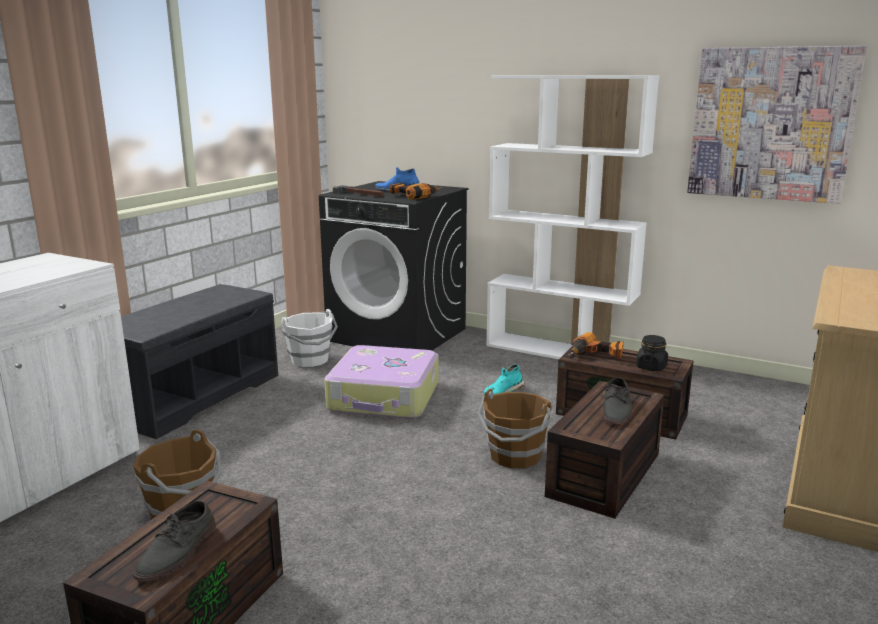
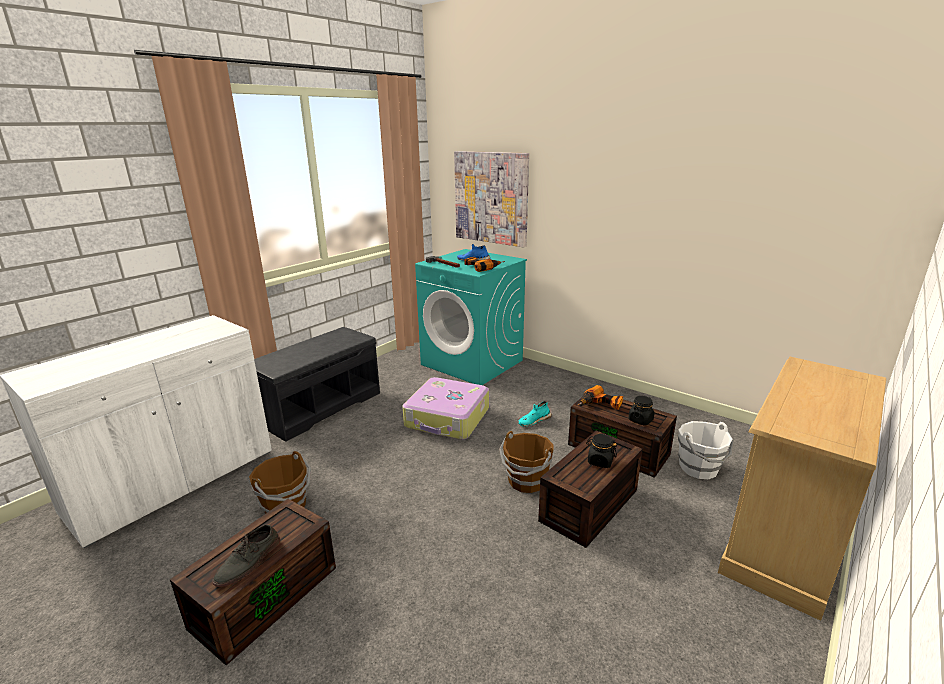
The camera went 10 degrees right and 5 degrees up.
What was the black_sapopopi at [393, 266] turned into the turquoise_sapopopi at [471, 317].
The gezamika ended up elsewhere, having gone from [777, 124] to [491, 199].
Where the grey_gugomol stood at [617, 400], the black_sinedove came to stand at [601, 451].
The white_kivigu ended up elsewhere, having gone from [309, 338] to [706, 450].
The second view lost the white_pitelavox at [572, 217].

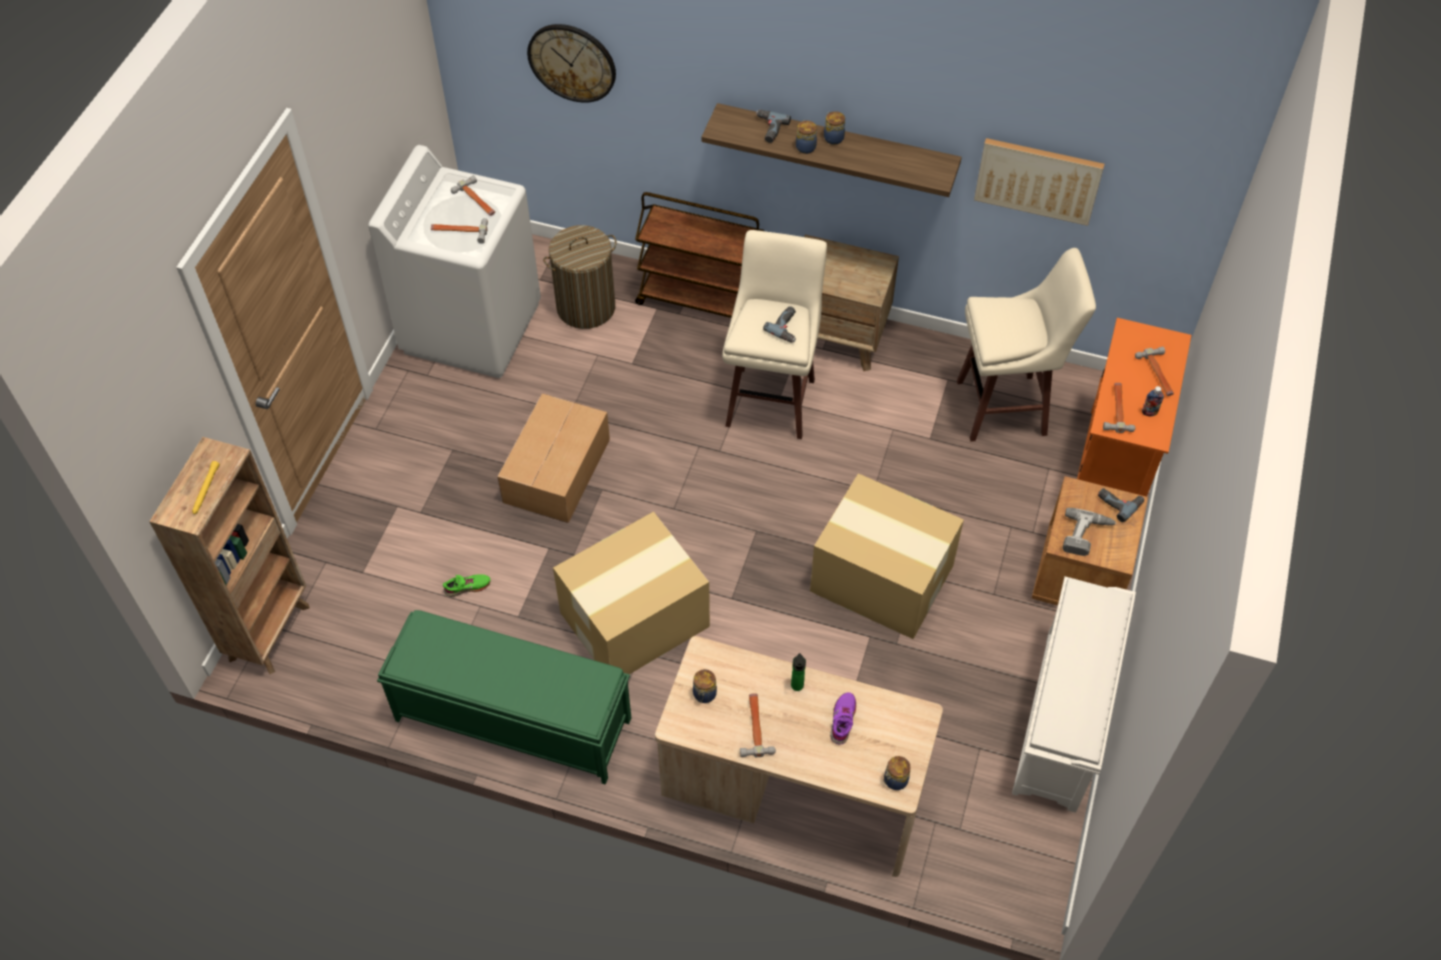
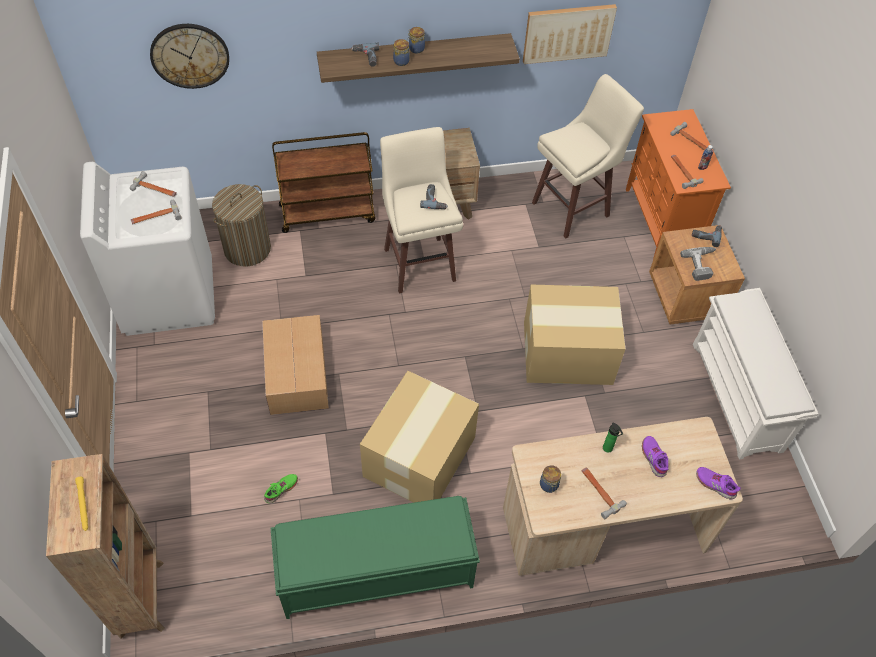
The camera went 30 degrees left and 0 degrees up.
Where the sinedove stood at [897, 773], the purple_gugomol came to stand at [718, 483].

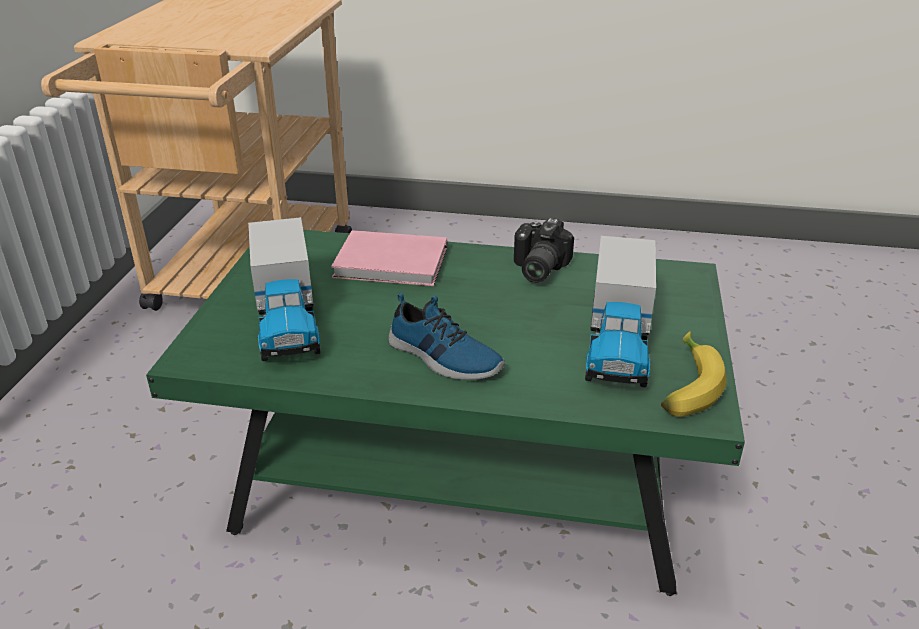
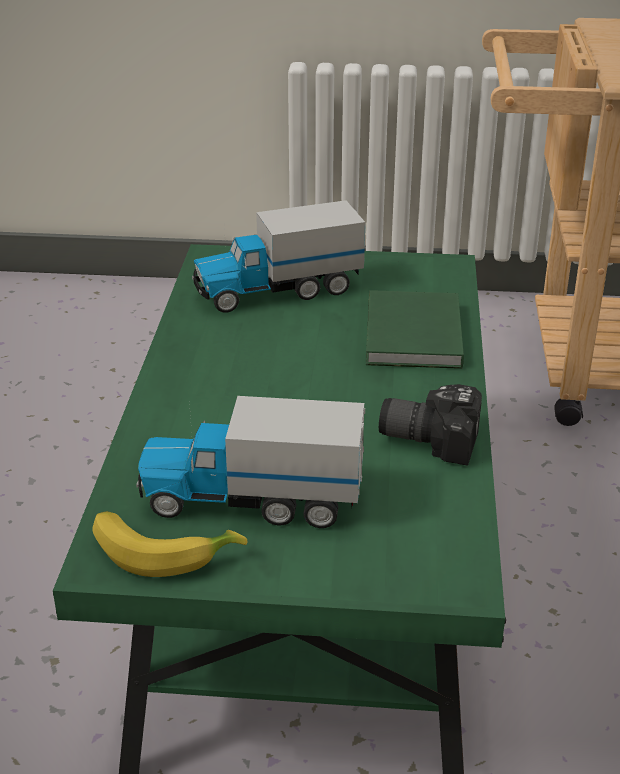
The camera went 85 degrees right and 0 degrees up.
What was the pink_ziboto at [389, 258] turned into the green_ziboto at [415, 329].
The second view lost the gugomol at [447, 336].

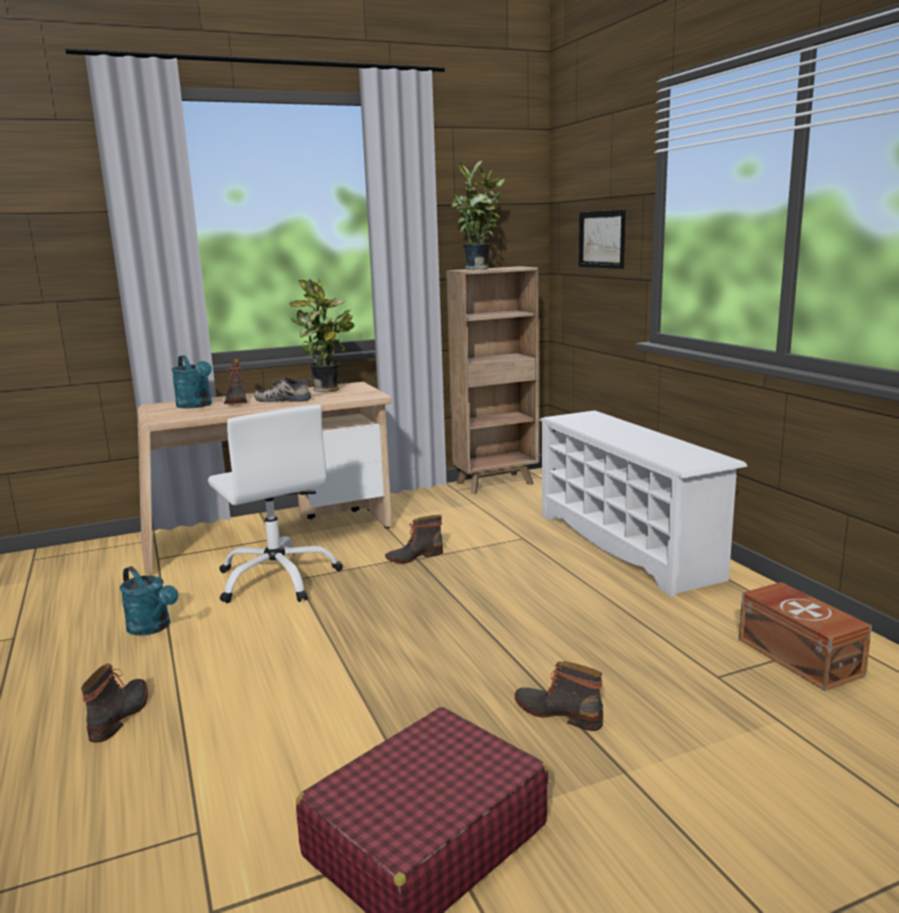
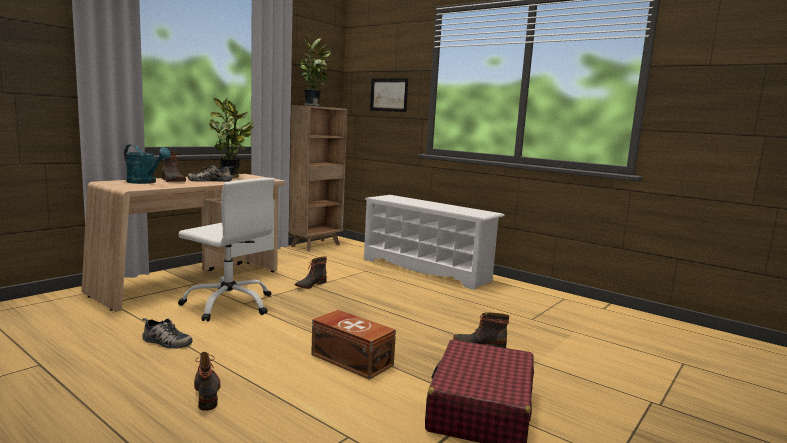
The camera went 30 degrees left and 5 degrees down.
Where the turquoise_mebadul stood at [149, 601], the gugomol came to stand at [167, 333].
The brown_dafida ended up elsewhere, having gone from [805, 636] to [353, 345].

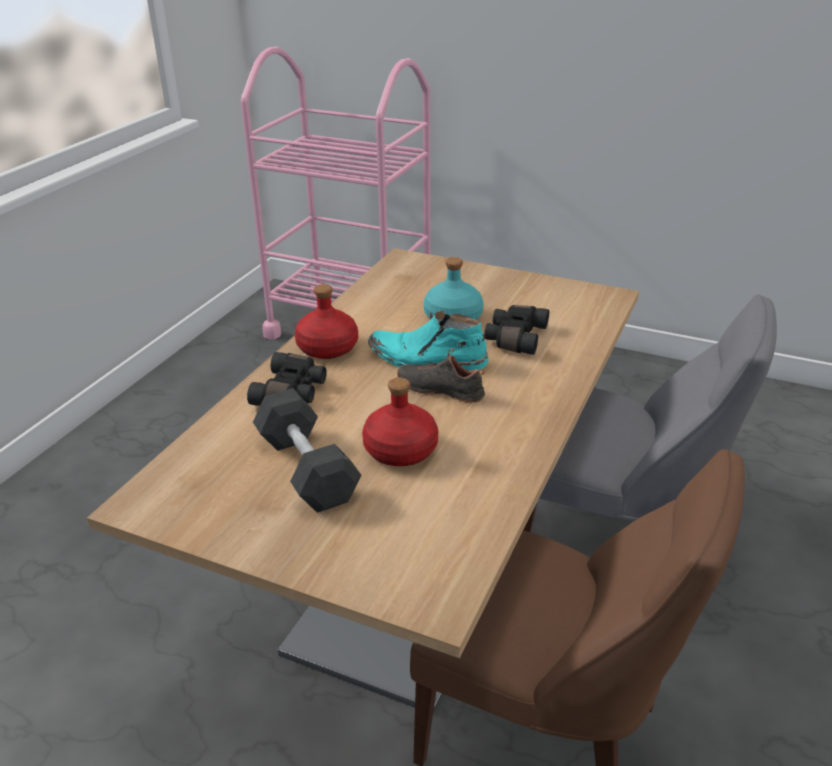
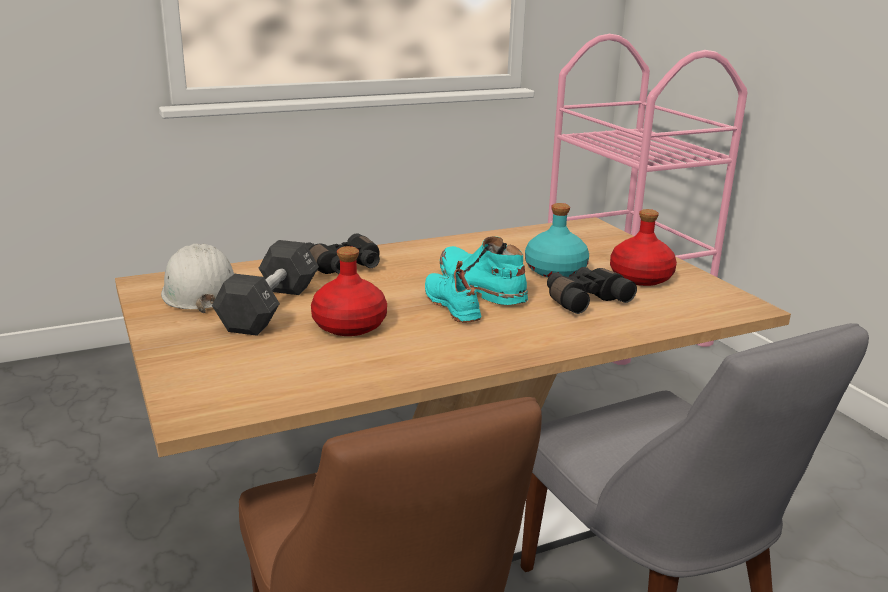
The camera went 40 degrees right and 10 degrees down.
The second view gained the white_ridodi at [197, 278].
What was the black_gugomol at [441, 376] turned into the turquoise_gugomol at [453, 292].
The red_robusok ended up elsewhere, having gone from [326, 321] to [643, 247].

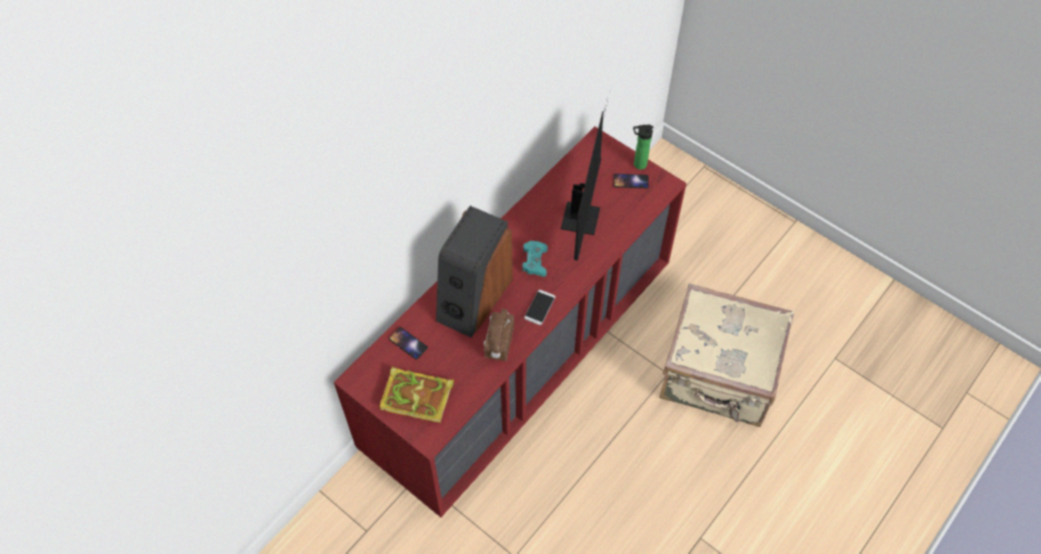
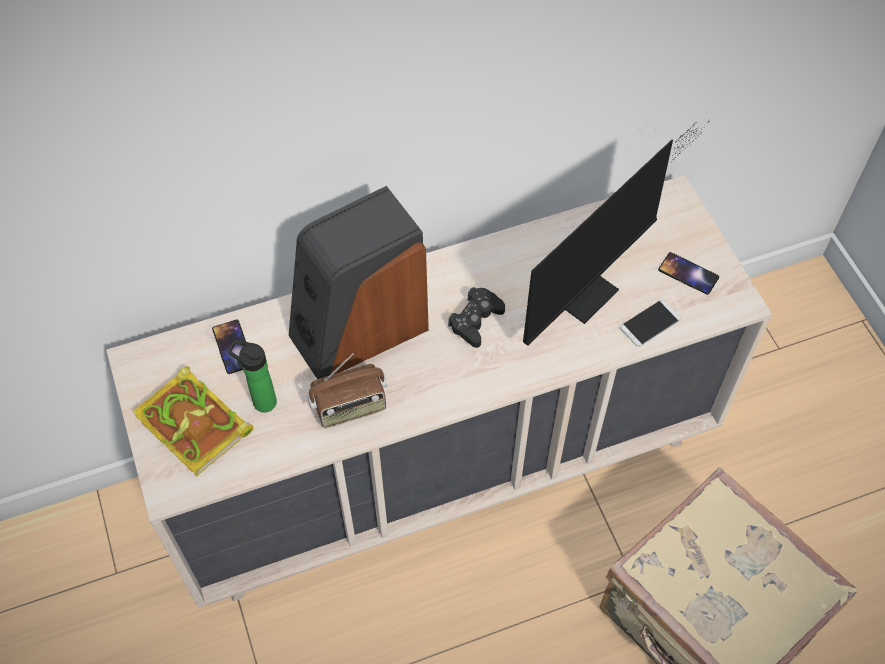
The camera went 30 degrees right and 0 degrees up.
What was the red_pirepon at [510, 322] turned into the beige_pirepon at [439, 391].
The robusok ended up elsewhere, having gone from [643, 147] to [252, 376].
The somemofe at [499, 335] ended up facing another way, 150 degrees counterclockwise from before.
What was the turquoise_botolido at [535, 259] turned into the black_botolido at [476, 317].
The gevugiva ended up elsewhere, having gone from [539, 307] to [650, 323].

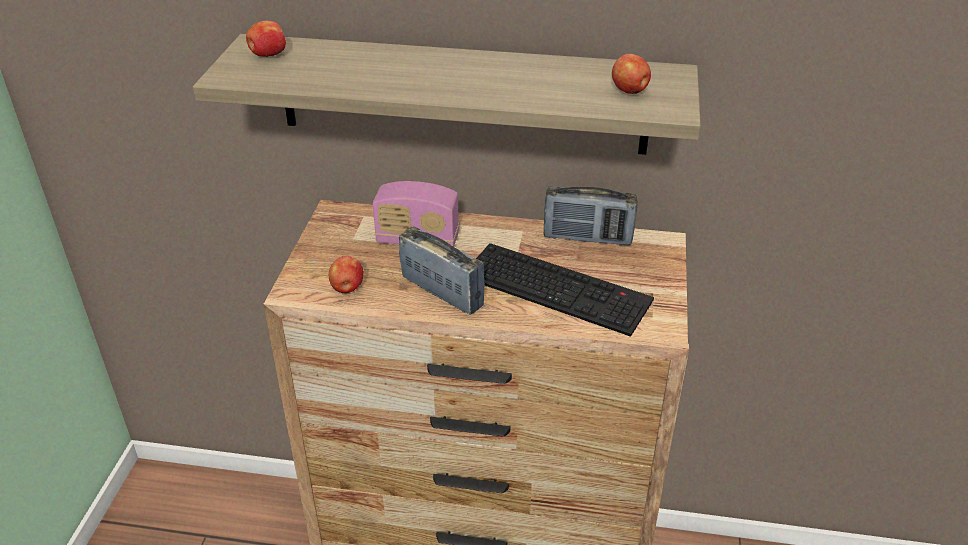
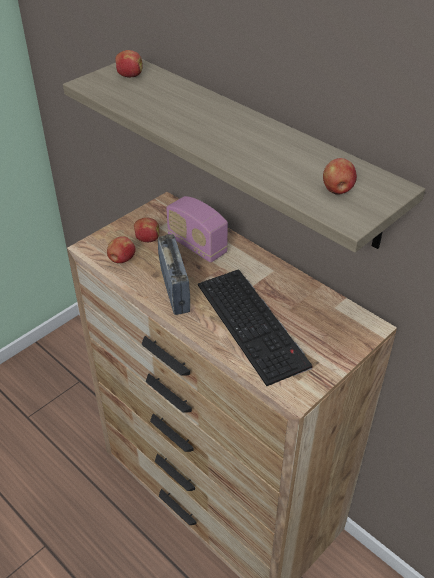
The camera went 35 degrees right and 5 degrees up.
The second view gained the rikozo at [146, 229].
The second view lost the somemofe at [591, 215].

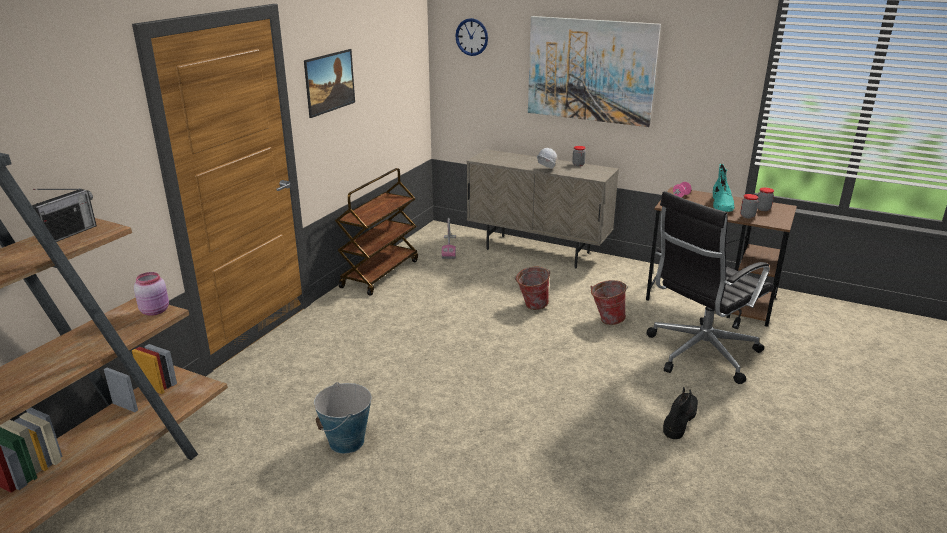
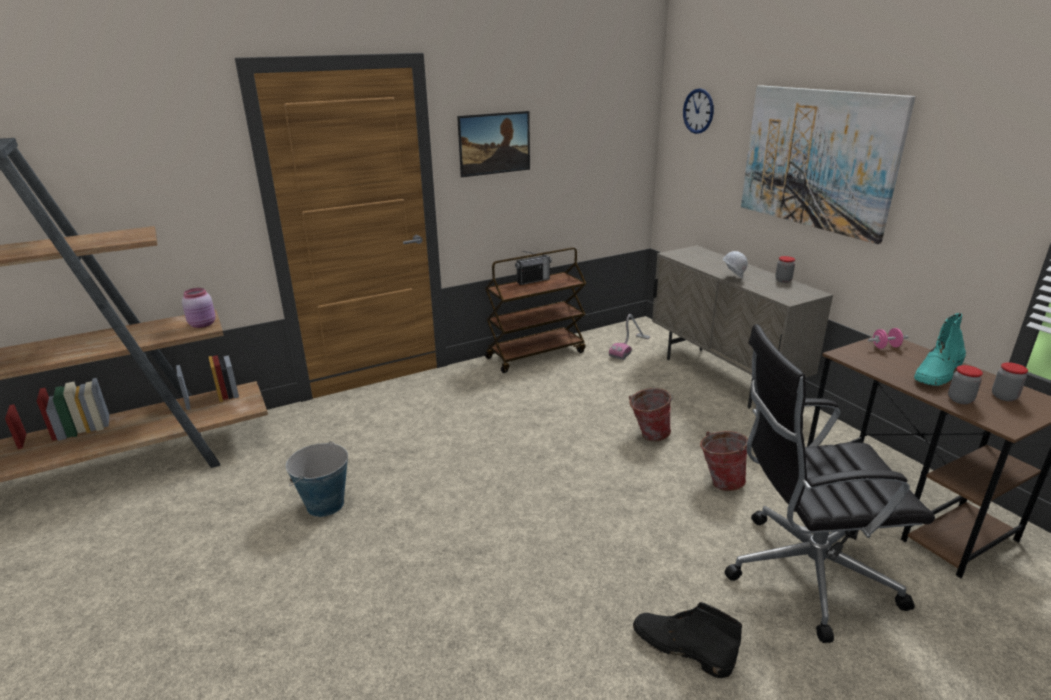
The camera went 35 degrees right and 0 degrees up.
The somemofe ended up elsewhere, having gone from [64, 215] to [533, 268].
The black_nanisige at [680, 413] ended up facing another way, 120 degrees counterclockwise from before.

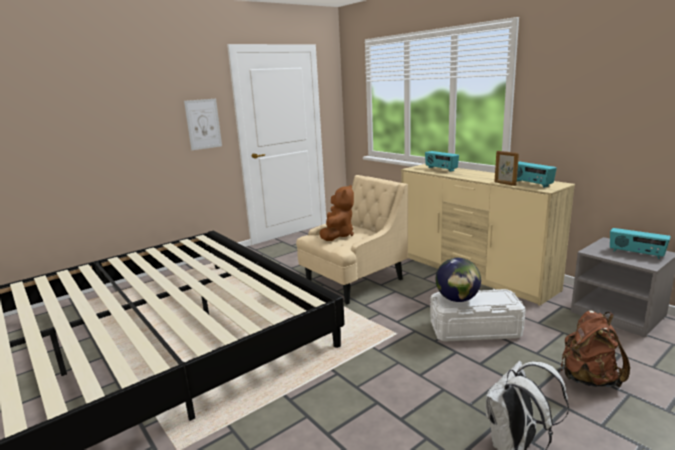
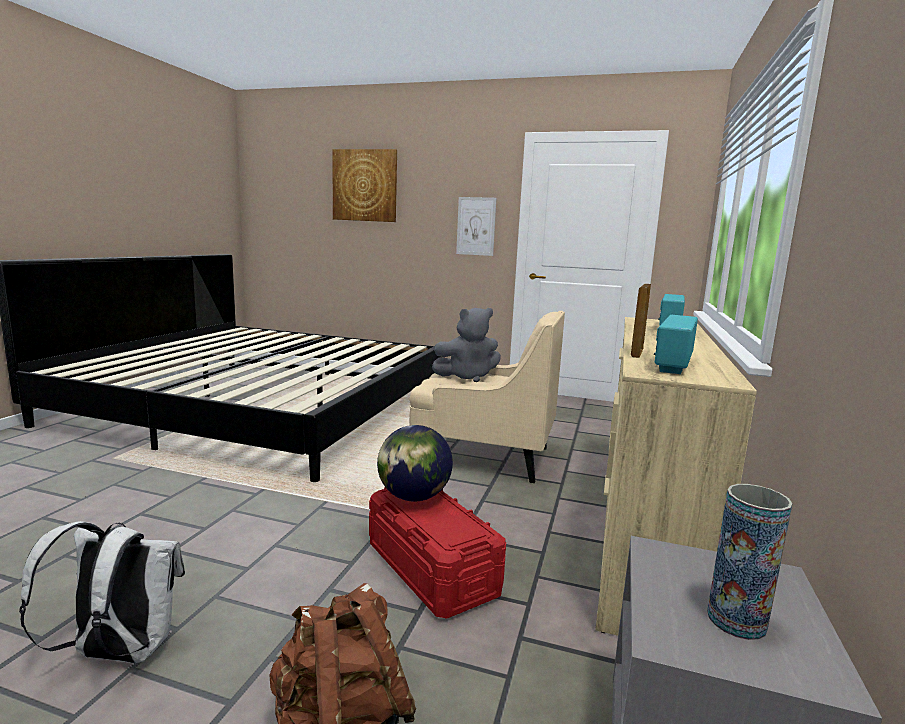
The camera went 55 degrees right and 5 degrees down.
The second view gained the gezamika at [364, 185].
What was the white_dafida at [478, 315] turned into the red_dafida at [437, 552].
What was the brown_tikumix at [336, 213] turned into the grey_tikumix at [466, 345].
Where the somemofe stood at [640, 243], the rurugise came to stand at [749, 562].

